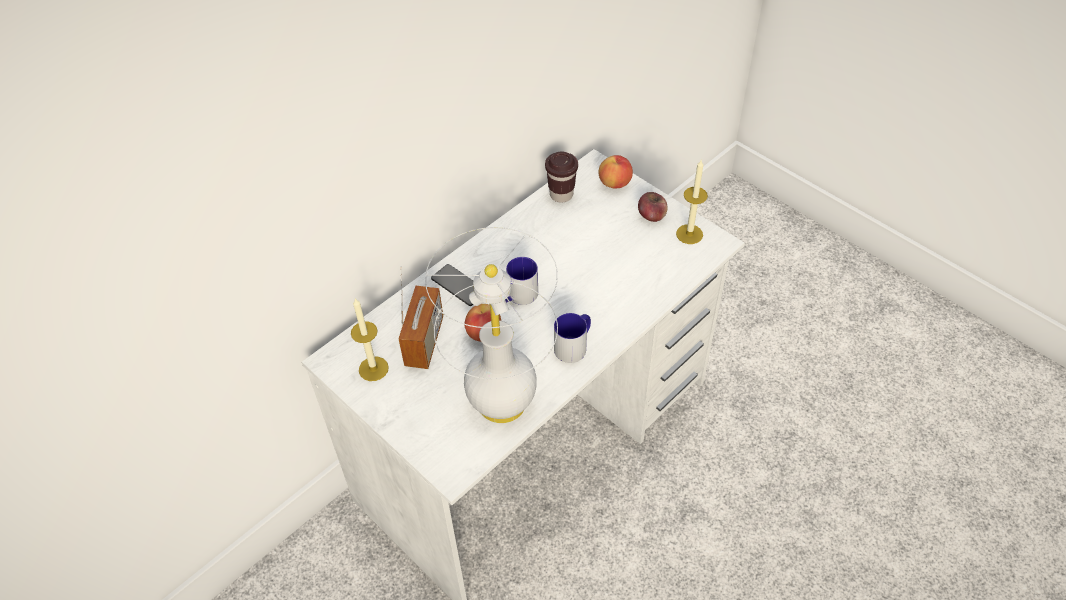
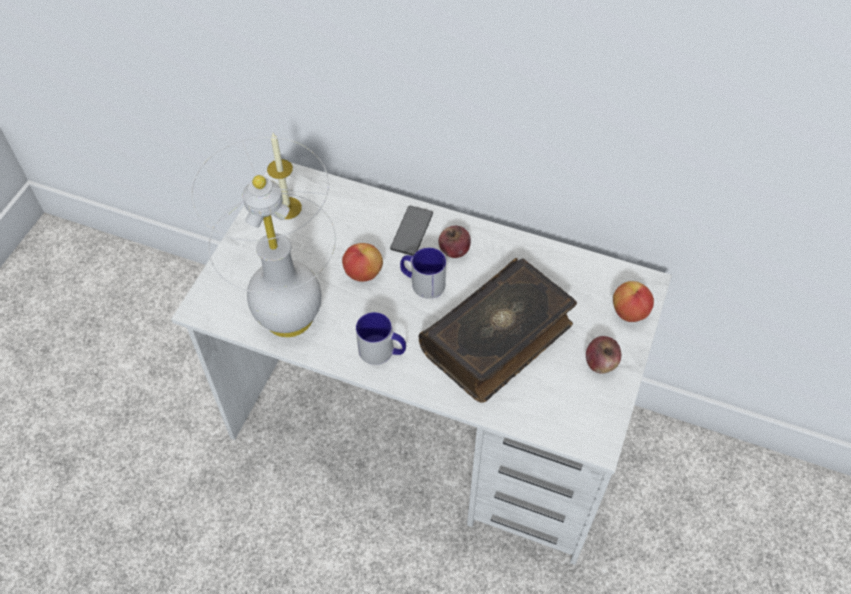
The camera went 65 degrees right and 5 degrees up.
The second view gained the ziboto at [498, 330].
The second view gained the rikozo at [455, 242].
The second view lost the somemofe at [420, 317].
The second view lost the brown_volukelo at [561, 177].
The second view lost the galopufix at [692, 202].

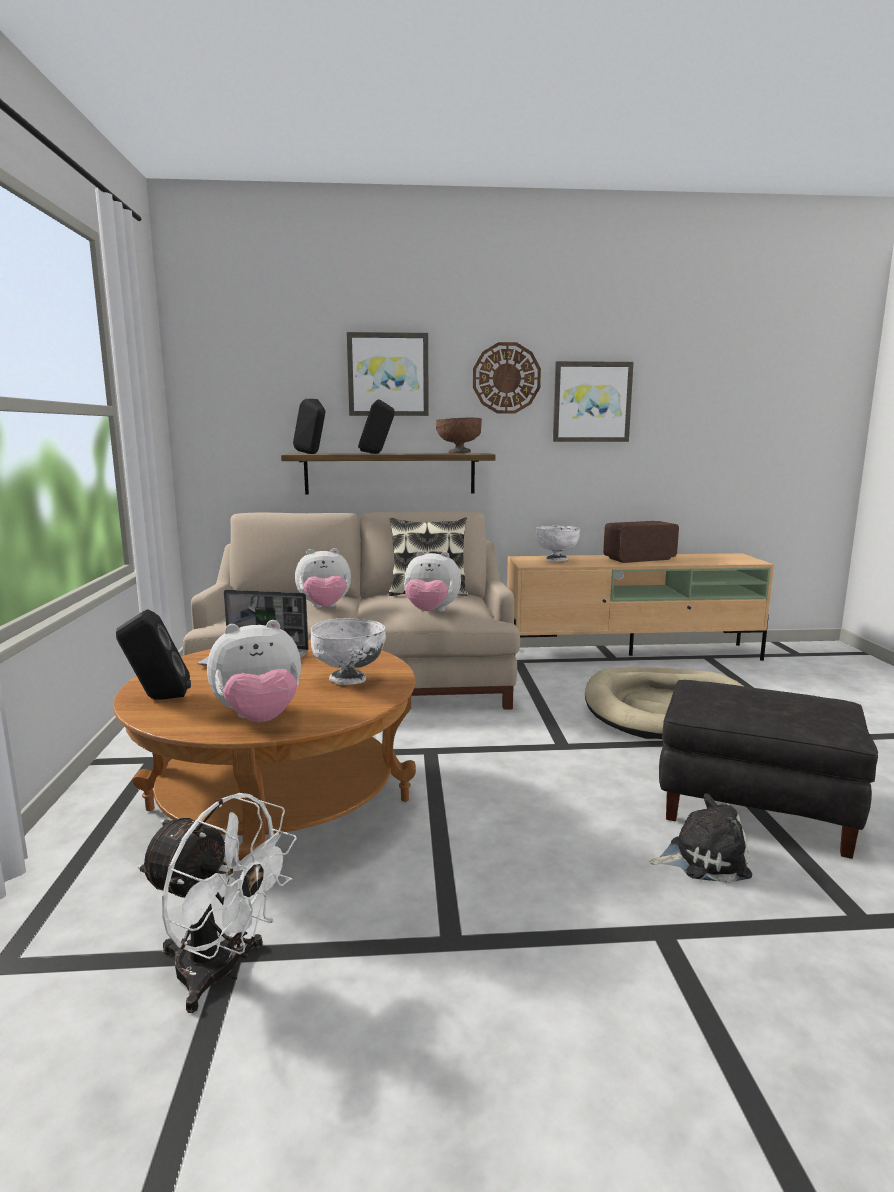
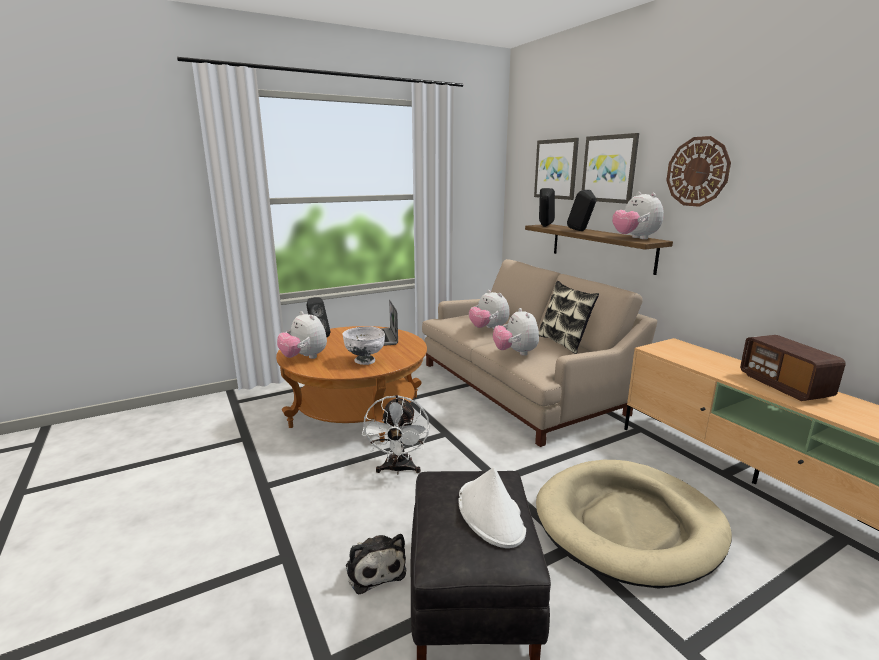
The camera went 65 degrees right and 5 degrees up.
The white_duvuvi ended up elsewhere, having gone from [217, 903] to [396, 435].
The second view gained the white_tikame at [492, 507].
The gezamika ended up elsewhere, having gone from [593, 401] to [556, 169].
Where the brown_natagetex stood at [459, 436], the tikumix came to stand at [638, 215].
The somemofe at [641, 542] ended up facing another way, 150 degrees counterclockwise from before.
The second view lost the white_natagetex at [558, 543].

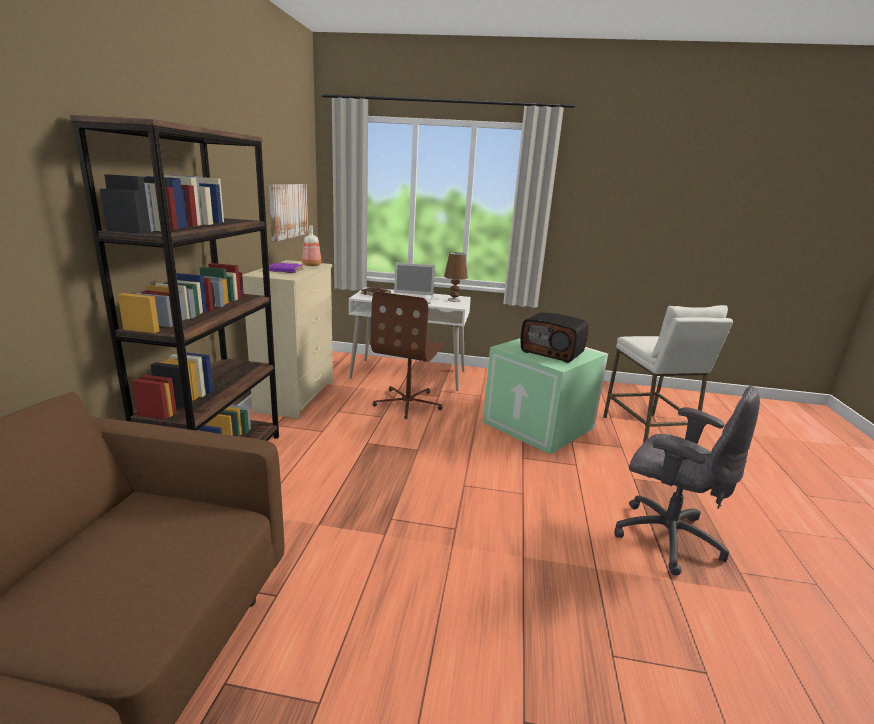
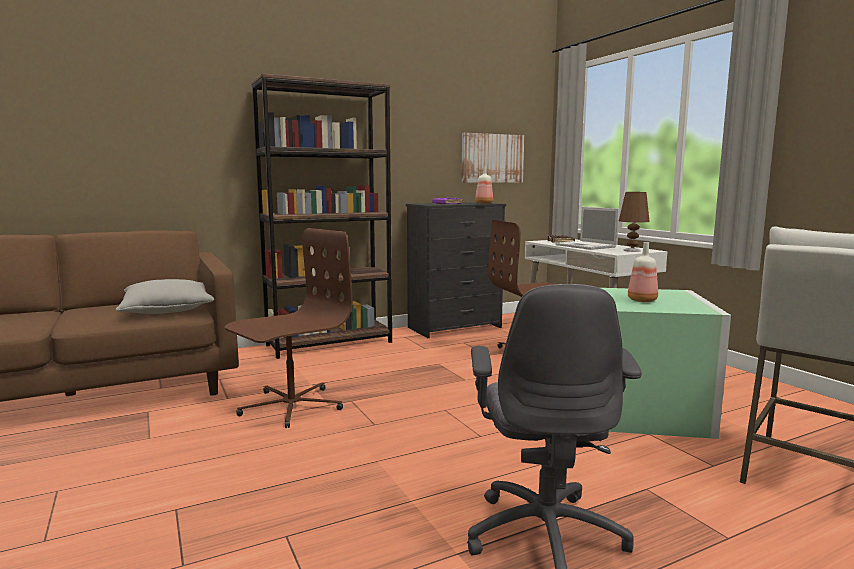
The camera went 55 degrees right and 10 degrees down.
The second view gained the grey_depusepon at [165, 296].
The second view gained the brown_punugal at [289, 328].
What was the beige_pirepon at [287, 339] turned into the black_pirepon at [456, 270].
Where the somemofe stood at [555, 337], the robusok came to stand at [643, 272].

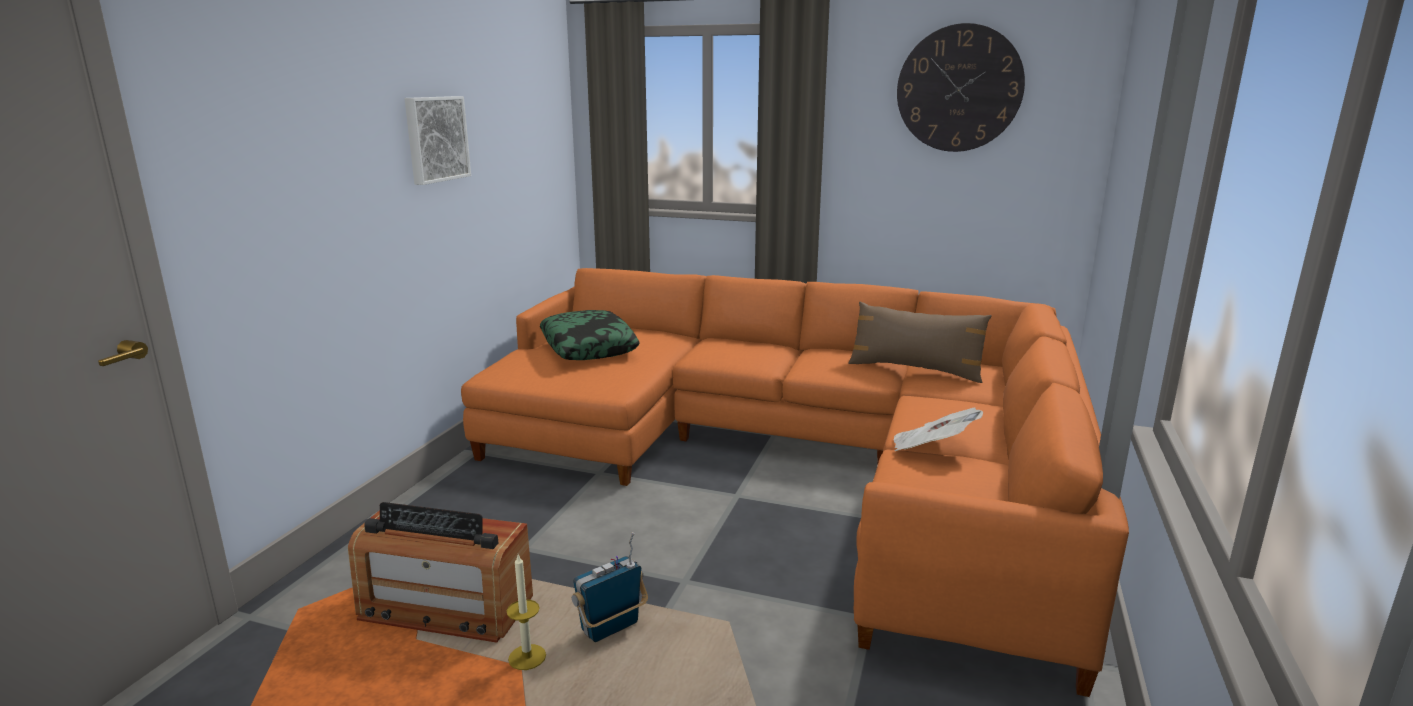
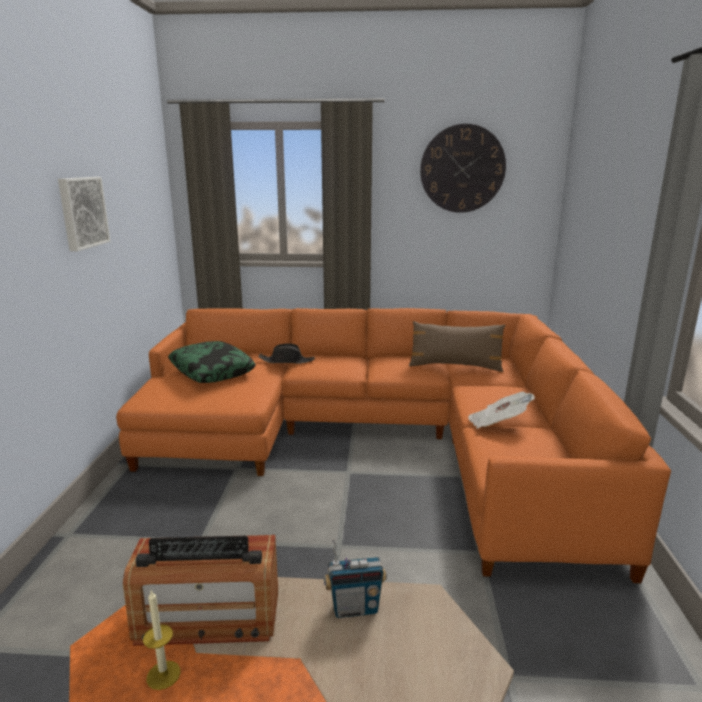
The camera went 15 degrees left and 0 degrees up.
The galopufix ended up elsewhere, having gone from [526, 612] to [162, 640].
The second view gained the black_tikame at [287, 353].
The somemofe at [610, 587] ended up facing another way, 135 degrees counterclockwise from before.

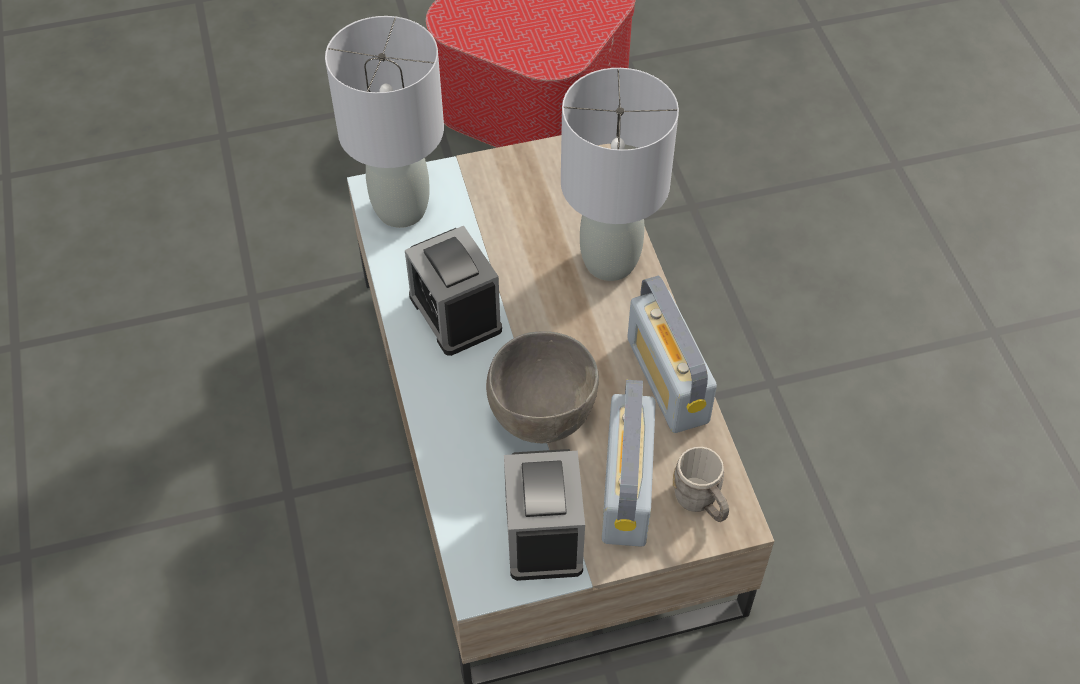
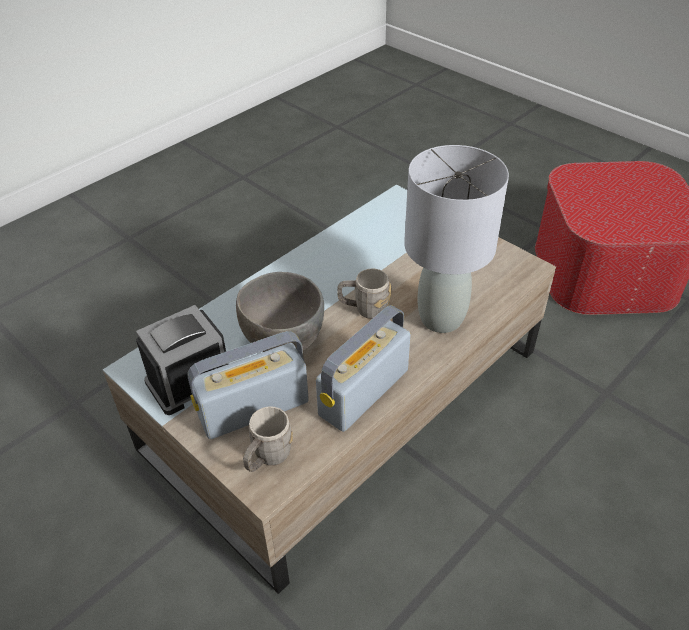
The camera went 60 degrees right and 10 degrees down.
The second view gained the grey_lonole at [364, 293].
The second view lost the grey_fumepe at [384, 122].
The second view lost the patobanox at [453, 291].

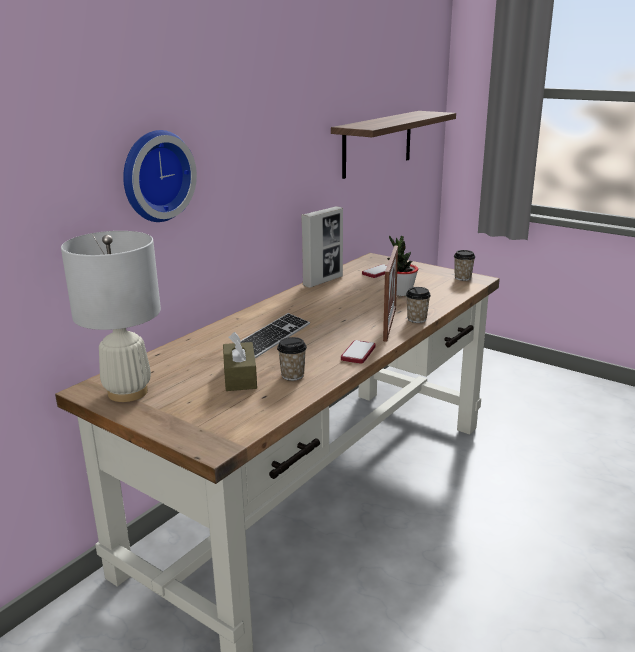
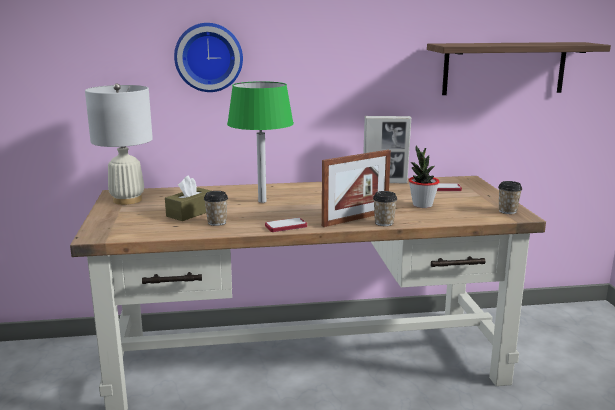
The camera went 45 degrees right and 5 degrees down.
Where the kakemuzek stood at [275, 335], the green_fumepe came to stand at [260, 142].

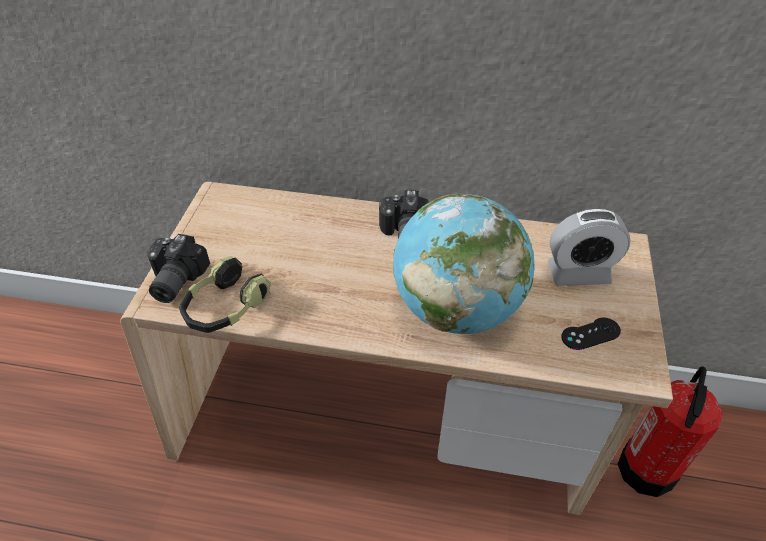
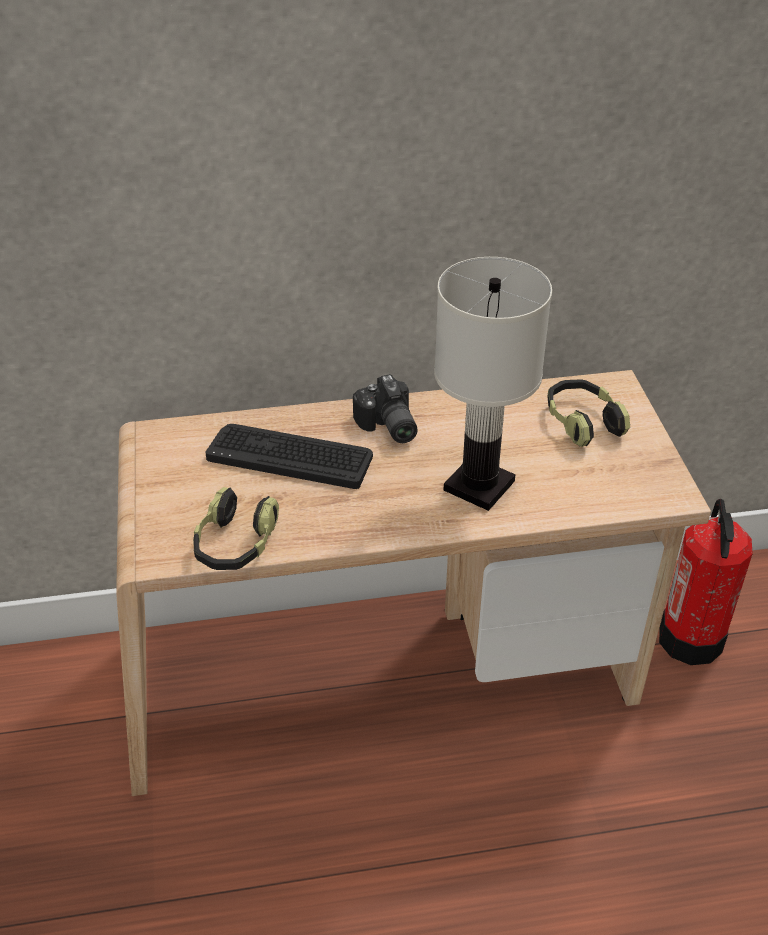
The camera went 20 degrees left and 5 degrees down.
The second view gained the kakemuzek at [289, 456].
Where the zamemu stood at [464, 264], the white_fumepe came to stand at [493, 384].
Where the patobanox stood at [589, 247], the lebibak came to stand at [588, 413].
The second view lost the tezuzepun at [178, 268].
The second view lost the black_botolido at [591, 334].

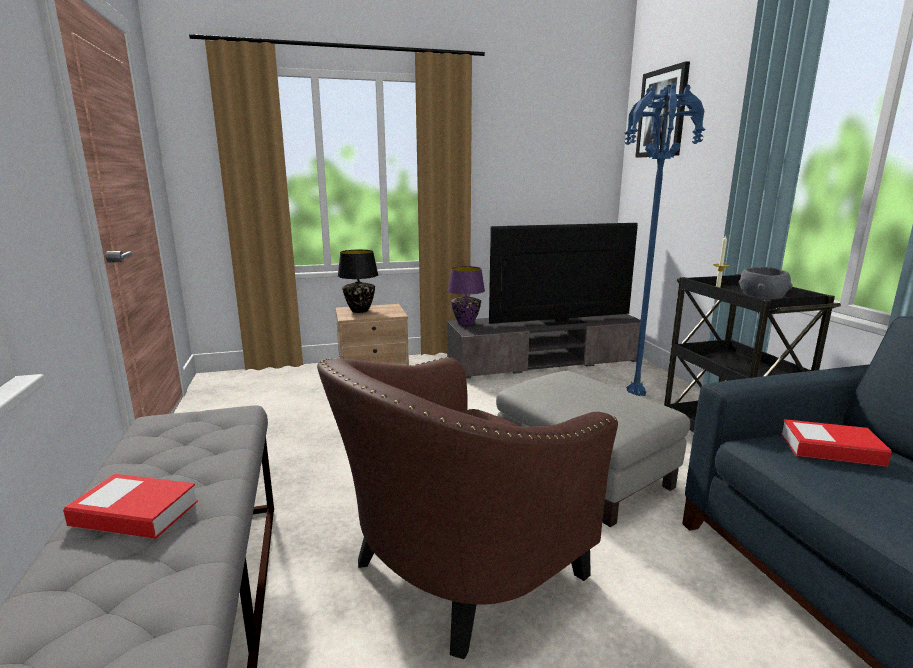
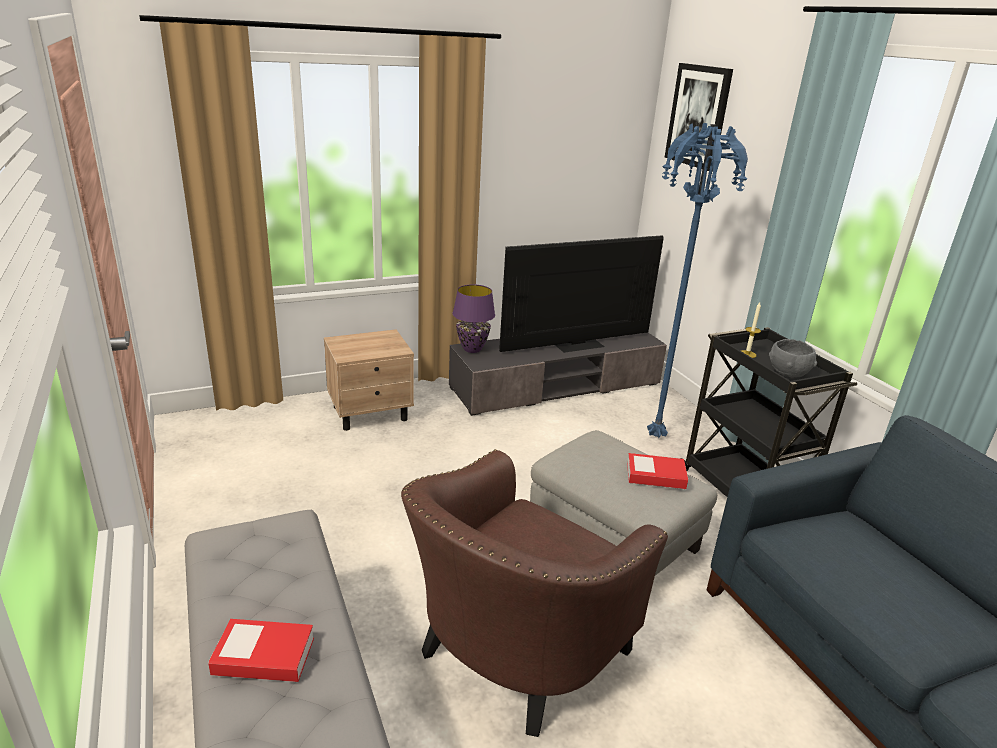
The camera went 10 degrees left and 10 degrees up.
The ziboto ended up elsewhere, having gone from [836, 443] to [657, 471].
The second view lost the black_fumepe at [358, 281].

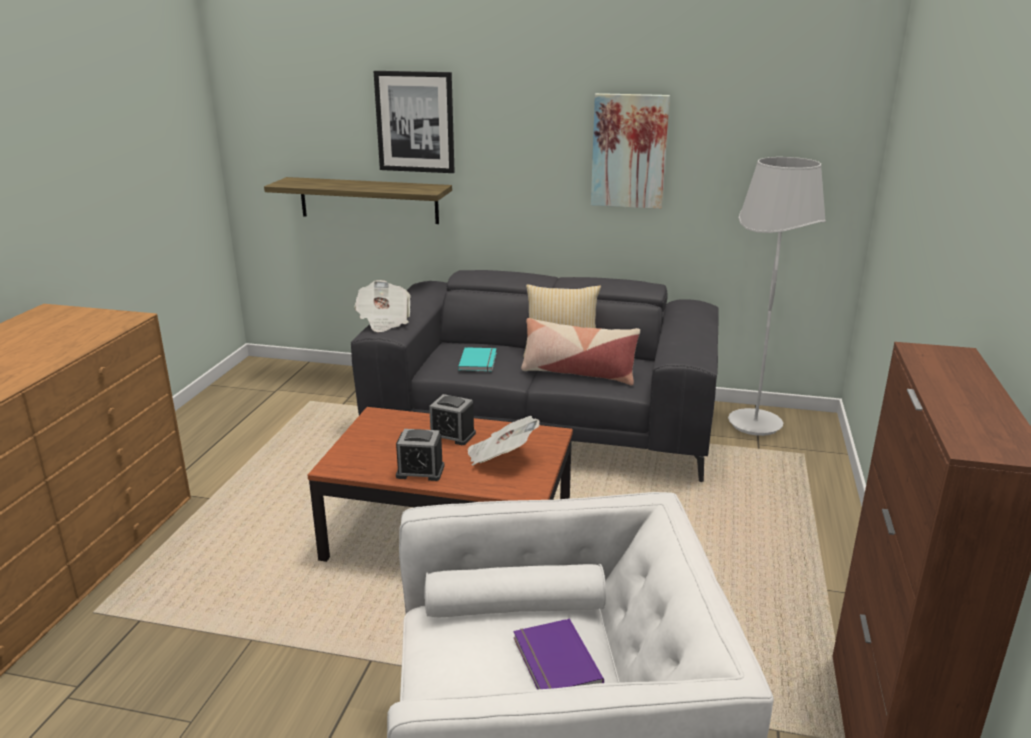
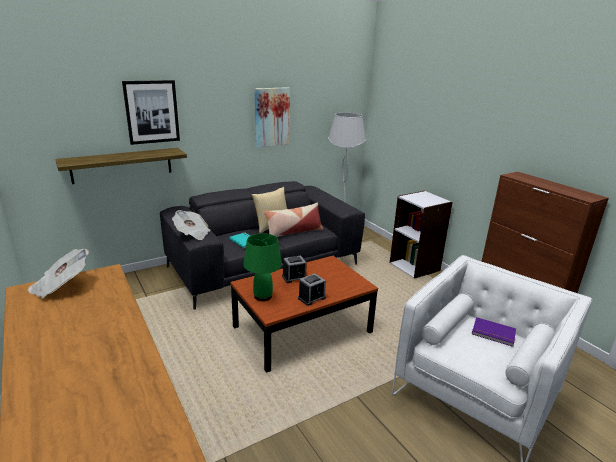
The camera went 45 degrees left and 0 degrees up.
The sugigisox ended up elsewhere, having gone from [503, 441] to [58, 274].
The second view gained the green_fumepe at [262, 267].
The second view gained the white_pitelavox at [421, 235].

